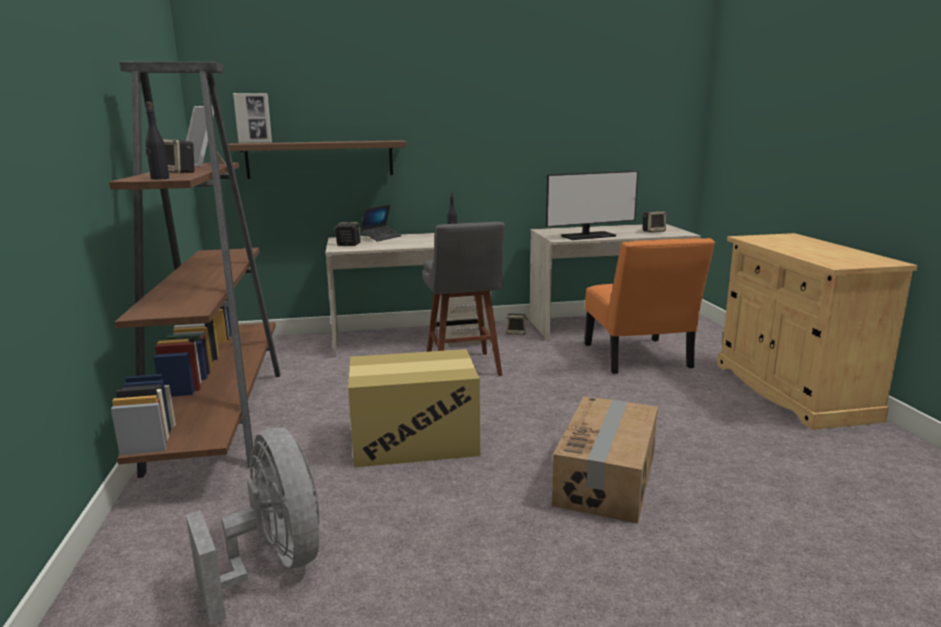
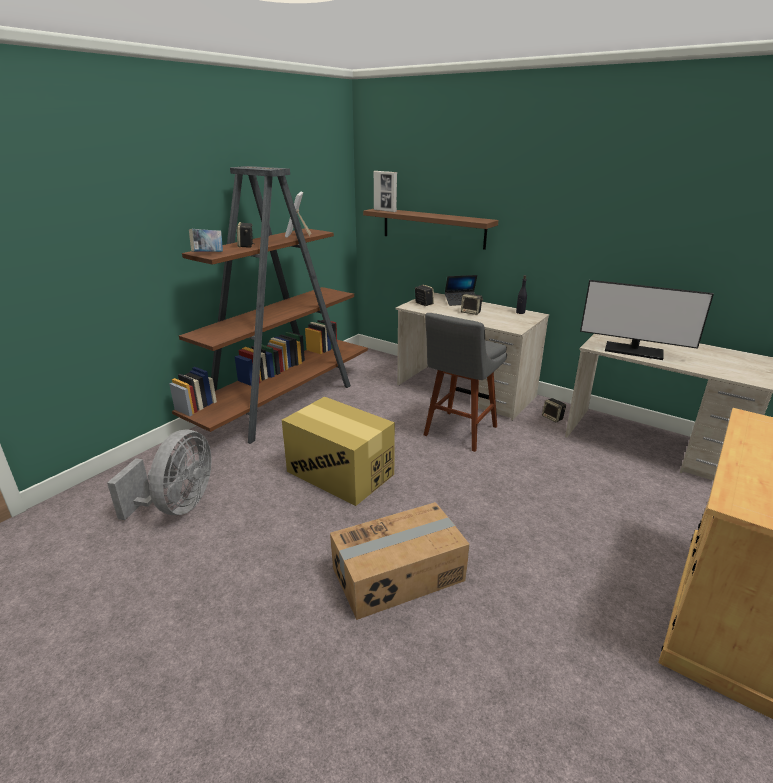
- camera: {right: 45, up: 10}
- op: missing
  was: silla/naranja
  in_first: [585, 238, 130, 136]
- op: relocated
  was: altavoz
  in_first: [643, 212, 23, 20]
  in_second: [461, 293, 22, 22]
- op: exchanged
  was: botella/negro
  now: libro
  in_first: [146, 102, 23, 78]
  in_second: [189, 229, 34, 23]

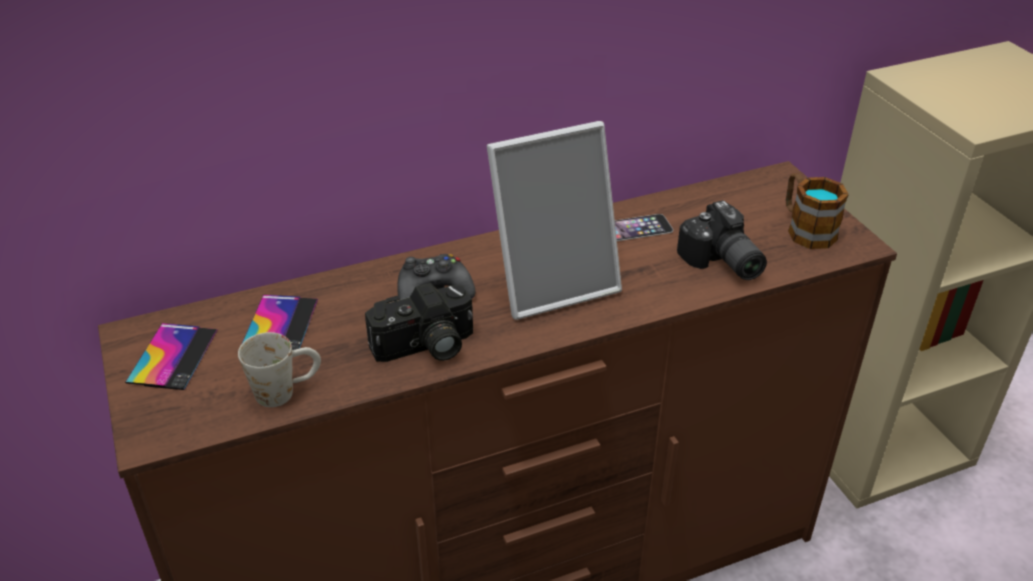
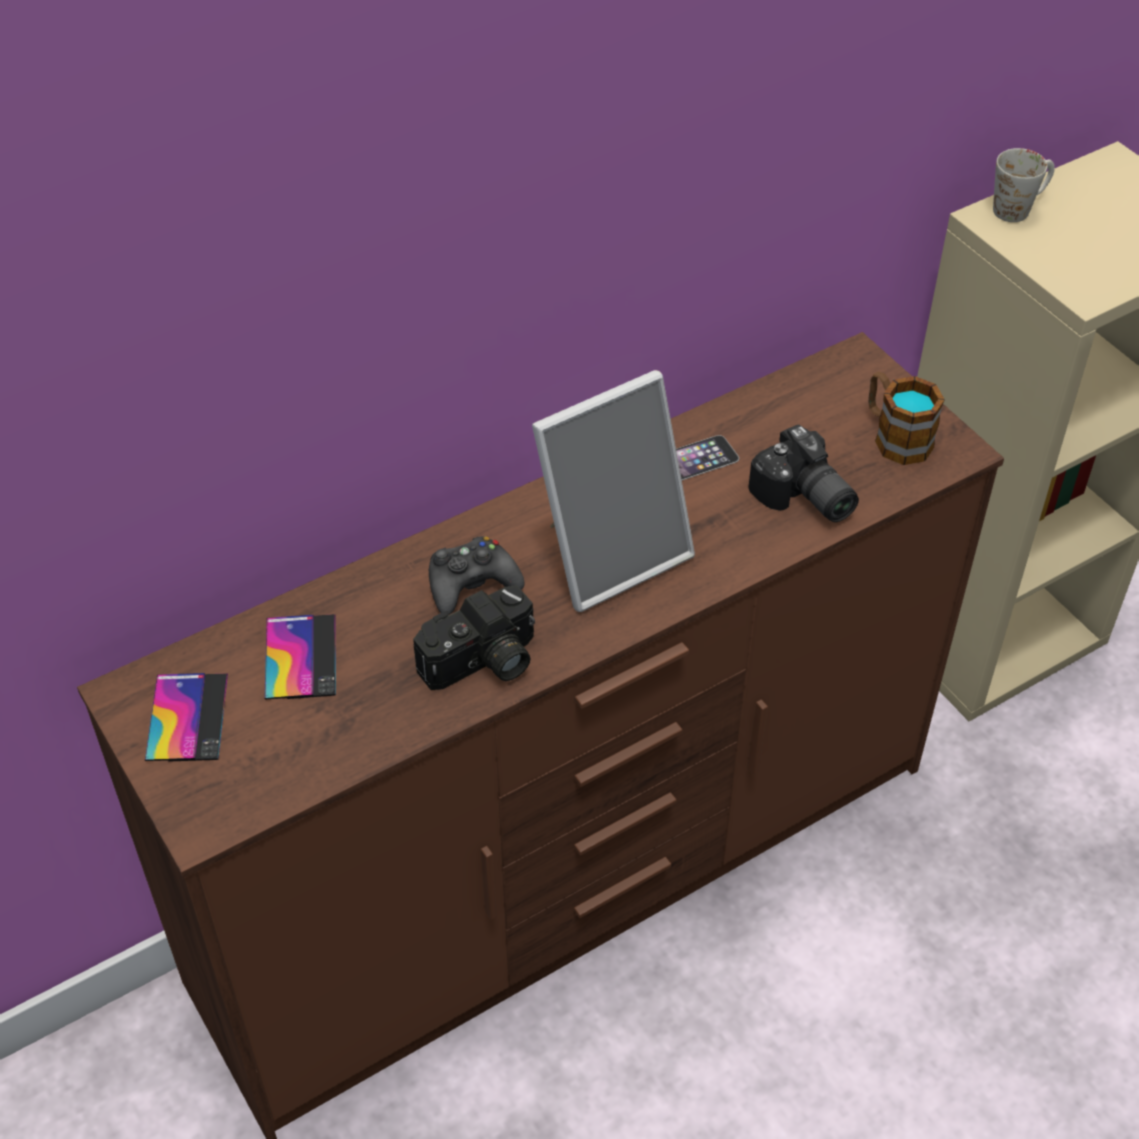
- camera: {right: -10, up: 10}
- op: relocated
  was: taza grande/blanco
  in_first: [238, 332, 83, 75]
  in_second: [993, 148, 62, 74]

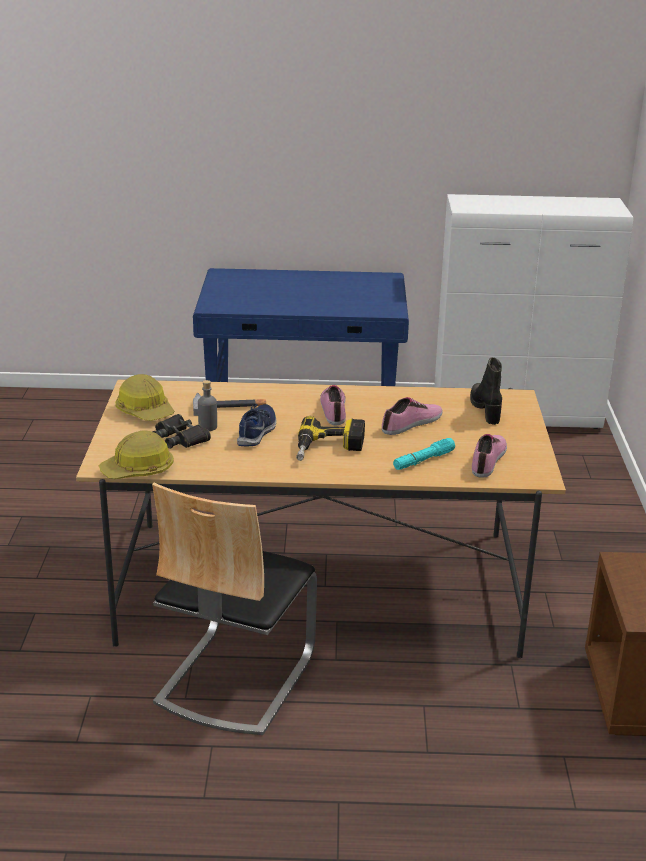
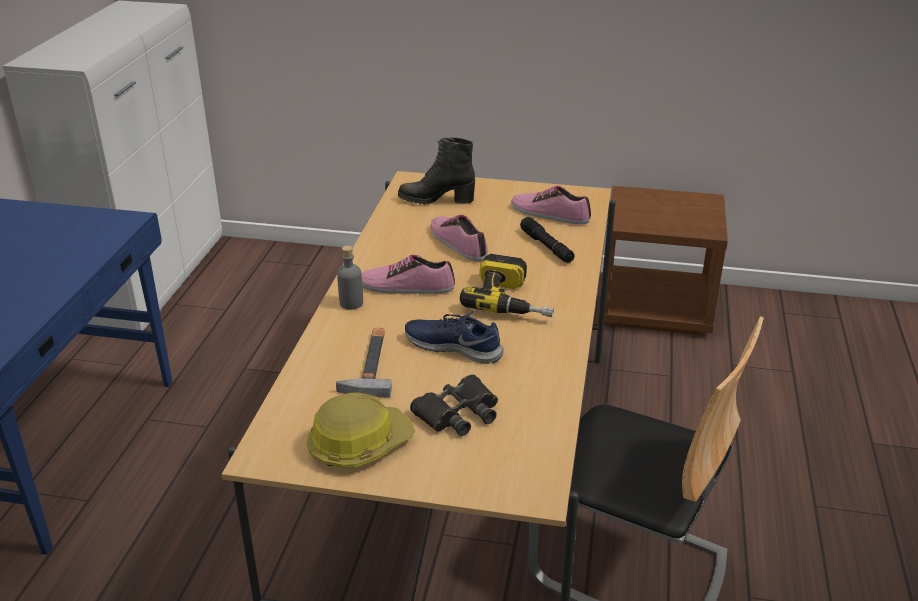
- camera: {right: -80, up: 5}
- op: missing
  was: casco
  in_first: [99, 430, 75, 49]
- op: relocated
  was: botella/gris
  in_first: [198, 380, 19, 51]
  in_second: [337, 246, 26, 64]
- op: colour
  was: linterna/turquesa
  now: linterna/negro
  in_first: [393, 438, 62, 32]
  in_second: [520, 217, 55, 46]

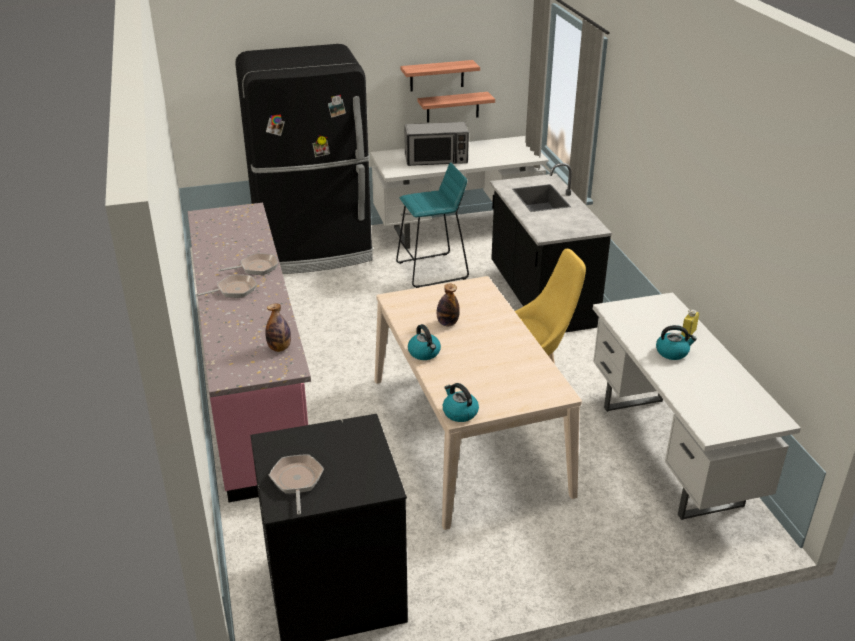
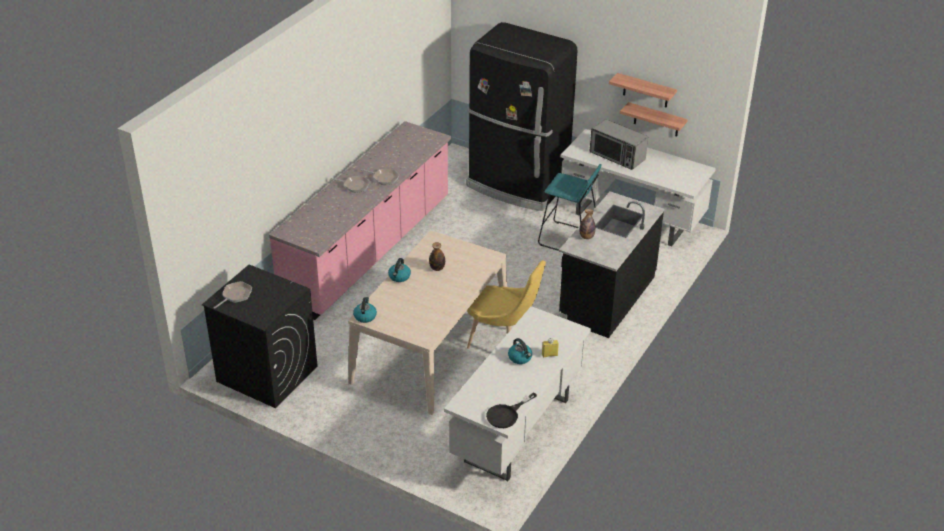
- camera: {right: 45, up: 5}
- op: appeared
  now: sartén/negro
  in_second: [486, 392, 51, 36]
- op: relocated
  was: botella
  in_first: [265, 304, 26, 48]
  in_second: [579, 209, 17, 30]

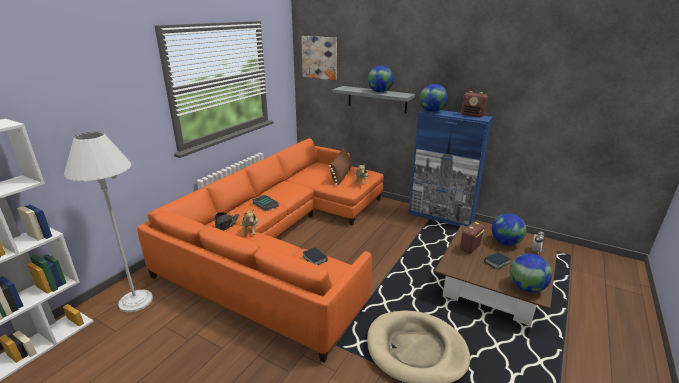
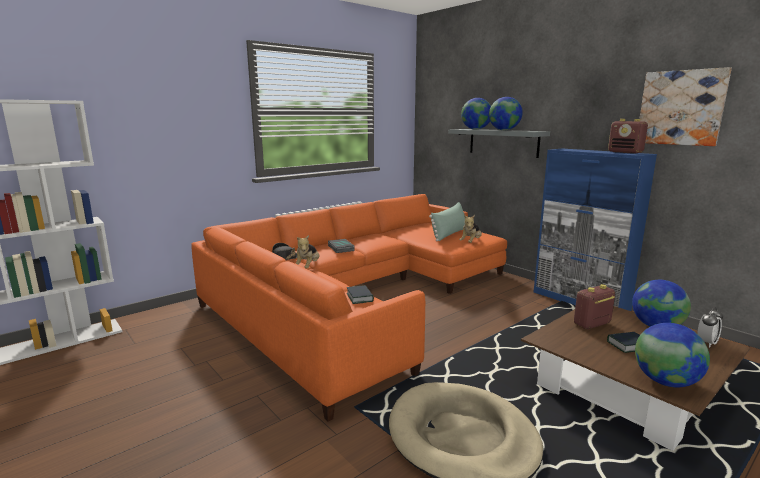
- camera: {right: 20, up: -10}
- op: missing
  was: lámpara de pie/blanco
  in_first: [64, 132, 89, 181]
- op: relocated
  was: cuadro
  in_first: [301, 36, 36, 45]
  in_second: [640, 67, 92, 79]
- op: relocated
  was: globo terráqueo
  in_first: [420, 84, 28, 28]
  in_second: [461, 98, 30, 32]
- op: colour
  was: cojín/marrón
  now: cojín/verde
  in_first: [329, 147, 23, 38]
  in_second: [429, 202, 36, 39]

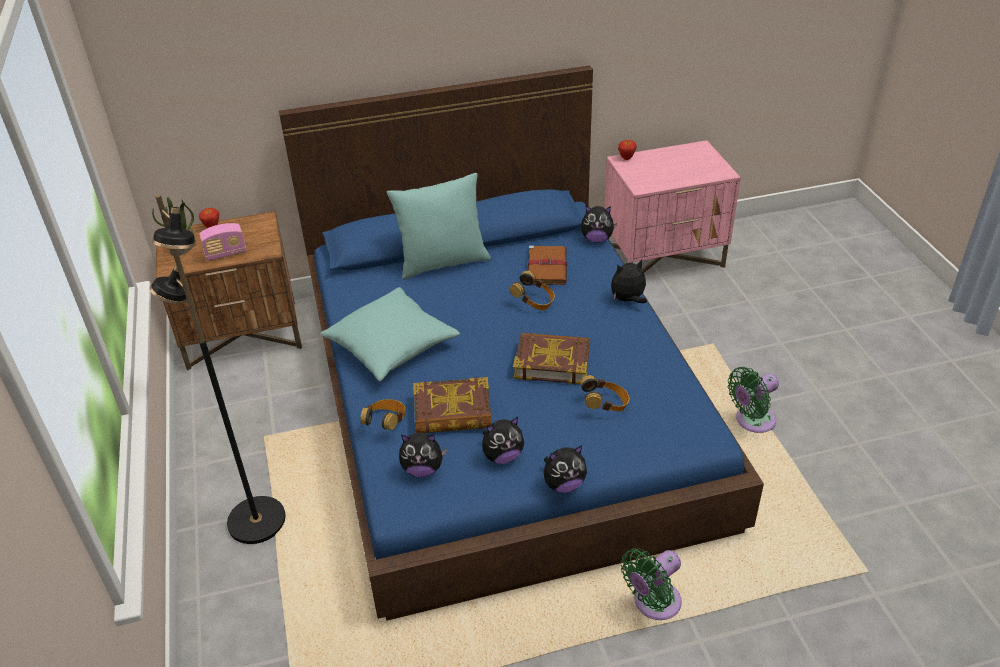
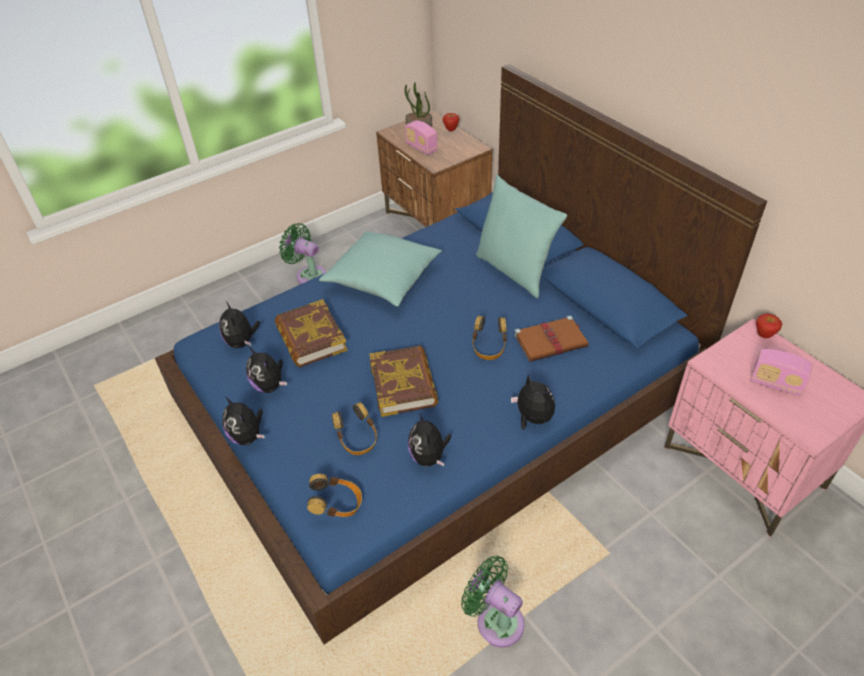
- camera: {right: 70, up: 5}
- op: missing
  was: lámpara de pie/negro
  in_first: [150, 194, 136, 350]
- op: appeared
  now: radio
  in_second: [750, 349, 63, 47]
- op: relocated
  was: auriculares
  in_first: [360, 399, 45, 31]
  in_second: [307, 474, 55, 43]
- op: relocated
  was: peluche
  in_first: [581, 206, 36, 37]
  in_second: [408, 413, 43, 53]
- op: relocated
  was: ventilador/verde
  in_first: [620, 548, 62, 72]
  in_second: [279, 223, 47, 61]

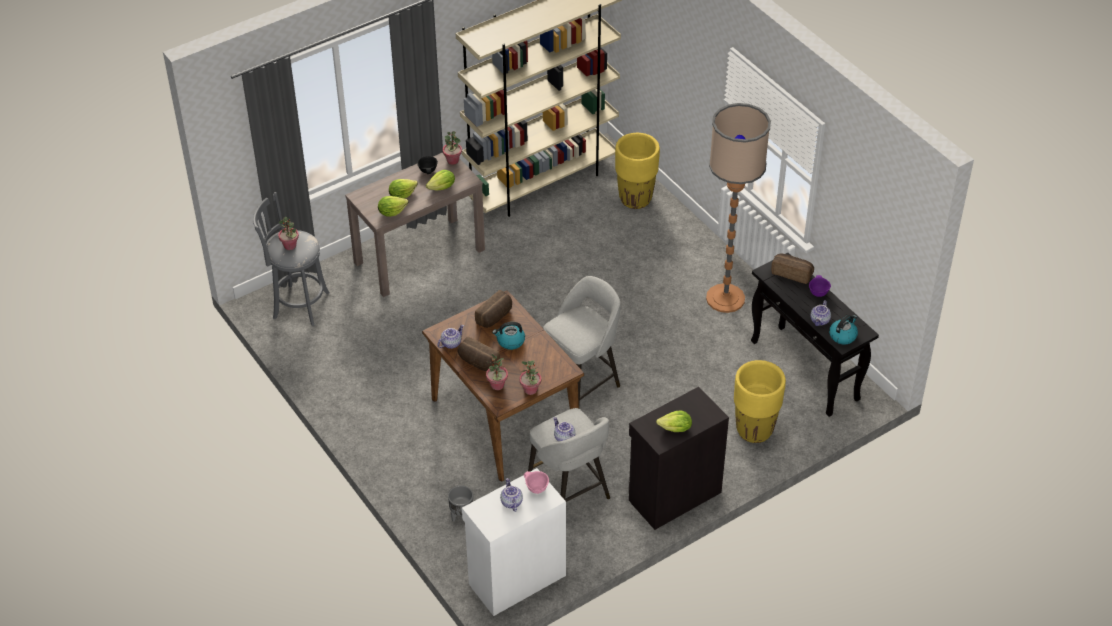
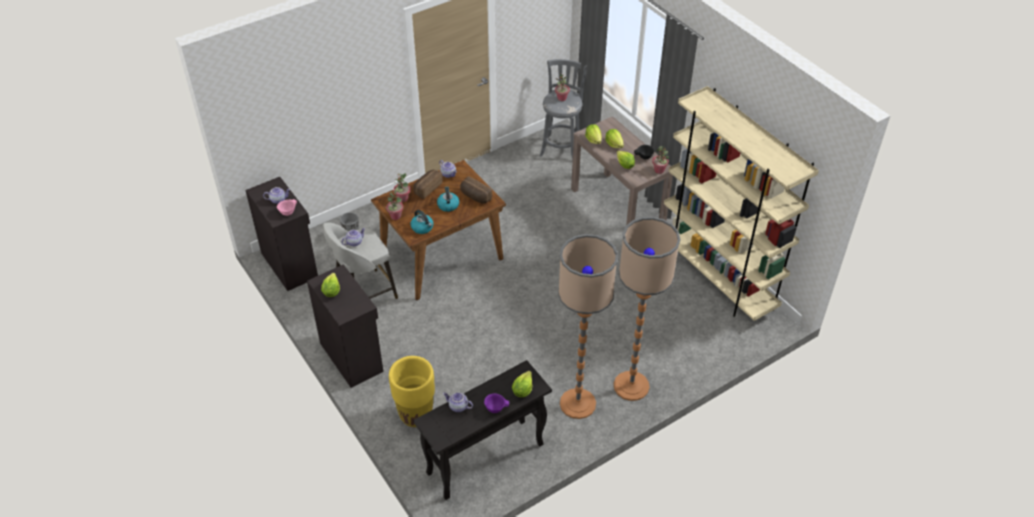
- camera: {right: 90, up: 0}
- op: missing
  was: taburete/gris
  in_first: [543, 276, 77, 128]
- op: missing
  was: maceta/amarillo
  in_first: [615, 133, 45, 76]
- op: appeared
  now: lámpara de pie
  in_second: [614, 217, 67, 184]
- op: relocated
  was: hervidor
  in_first: [829, 315, 29, 30]
  in_second: [410, 210, 23, 24]
- op: exchanged
  was: pan
  now: lechuga
  in_first: [771, 254, 43, 30]
  in_second: [512, 371, 20, 26]
- op: colour
  was: armario/blanco
  now: armario/negro
  in_first: [462, 468, 104, 148]
  in_second: [245, 177, 73, 114]

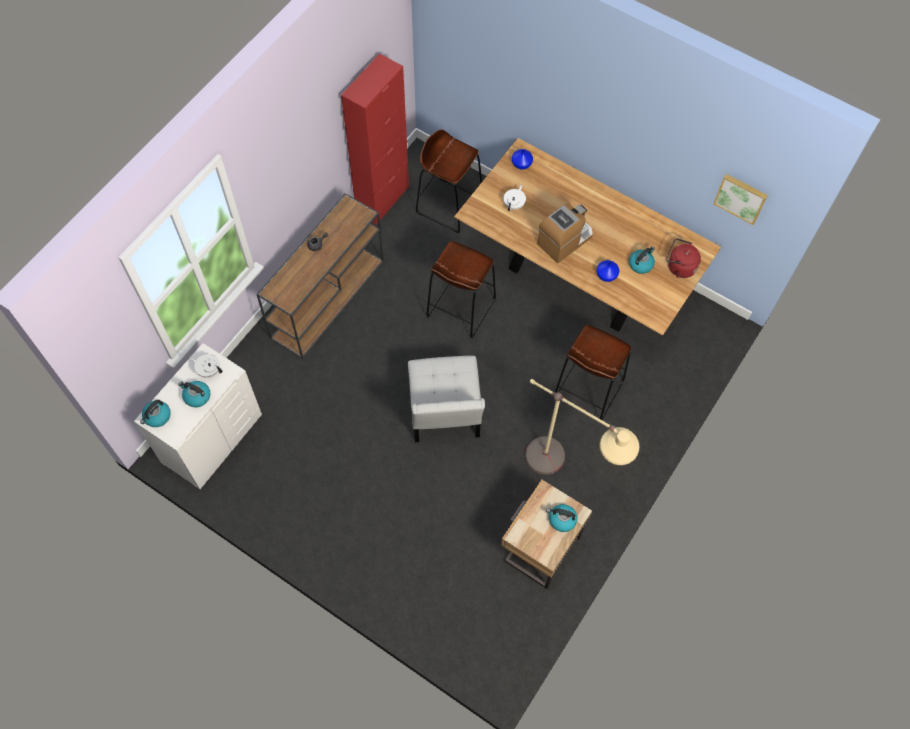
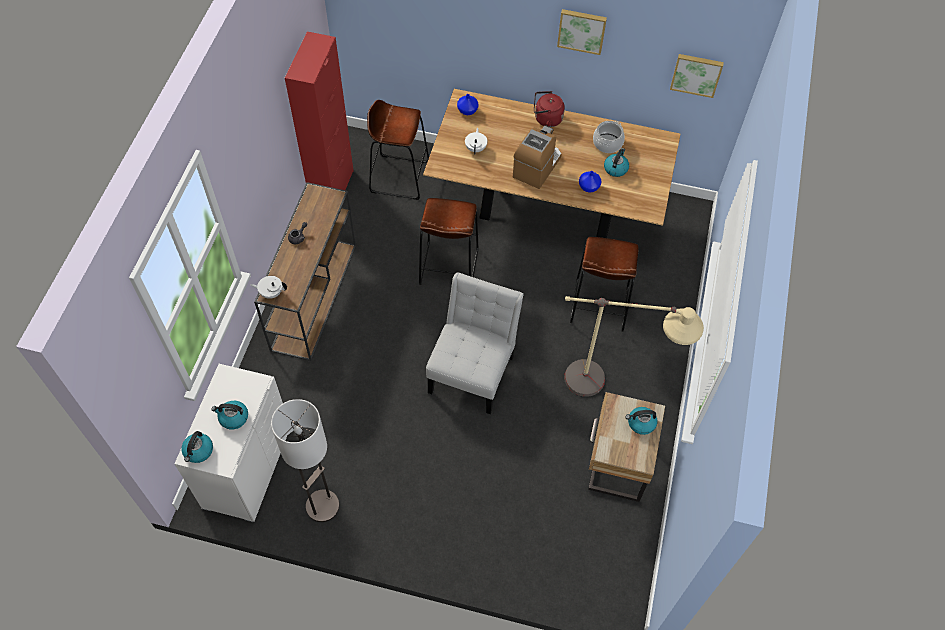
- camera: {right: -20, up: -5}
- op: appeared
  now: lámpara de pie
  in_second: [271, 399, 69, 123]
- op: appeared
  now: cuadro
  in_second: [557, 9, 50, 46]
- op: appeared
  now: olla
  in_second: [593, 121, 32, 32]
- op: relocated
  was: tetera/blanco
  in_first: [190, 354, 32, 24]
  in_second: [251, 276, 36, 23]
- op: relocated
  was: hervidor/rojo
  in_first: [666, 238, 35, 40]
  in_second: [534, 91, 31, 36]
- op: spun
  was: silla/blanco
  in_first: [408, 356, 77, 86]
  in_second: [426, 272, 98, 142]
  clockwise: -135

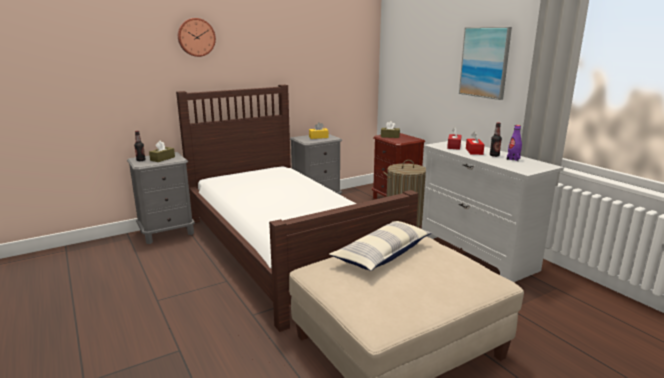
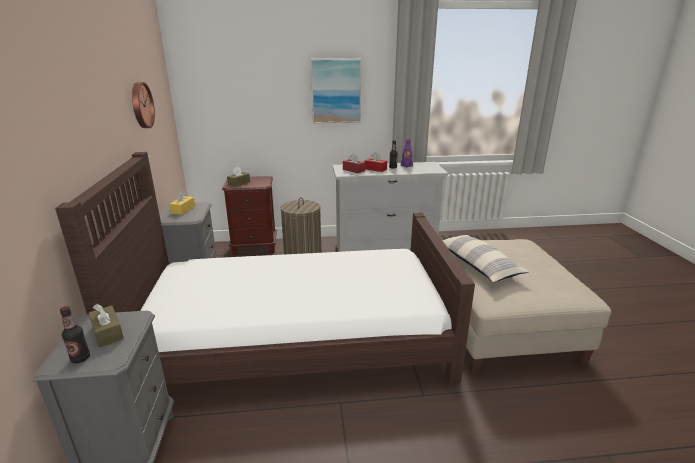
- camera: {right: -65, up: 5}
- op: relocated
  was: reloj de pared
  in_first: [178, 18, 38, 39]
  in_second: [132, 82, 23, 46]

